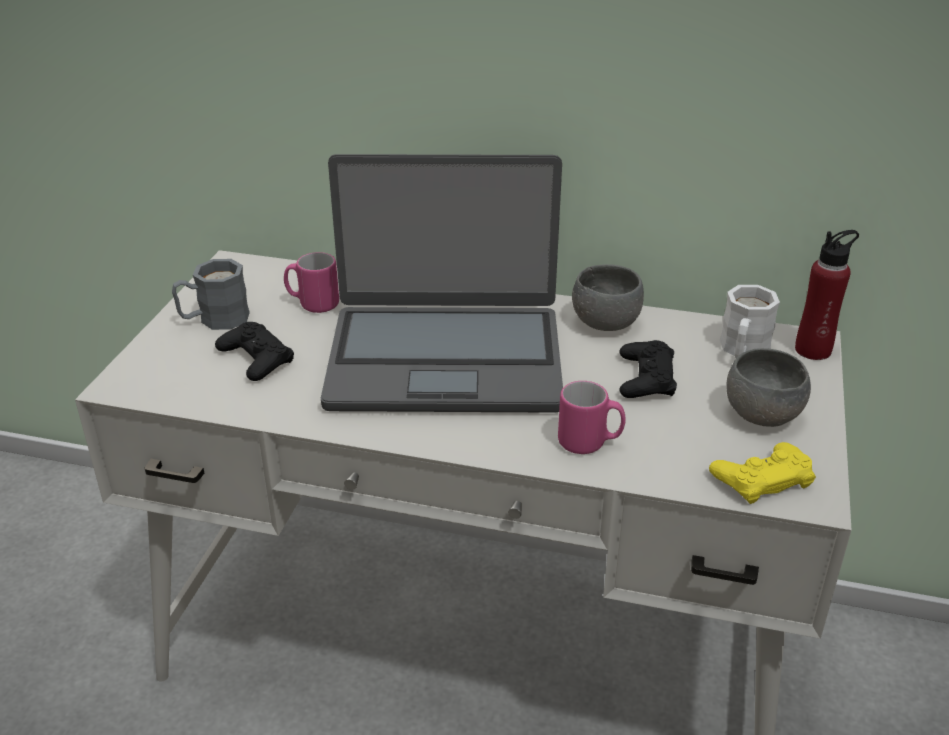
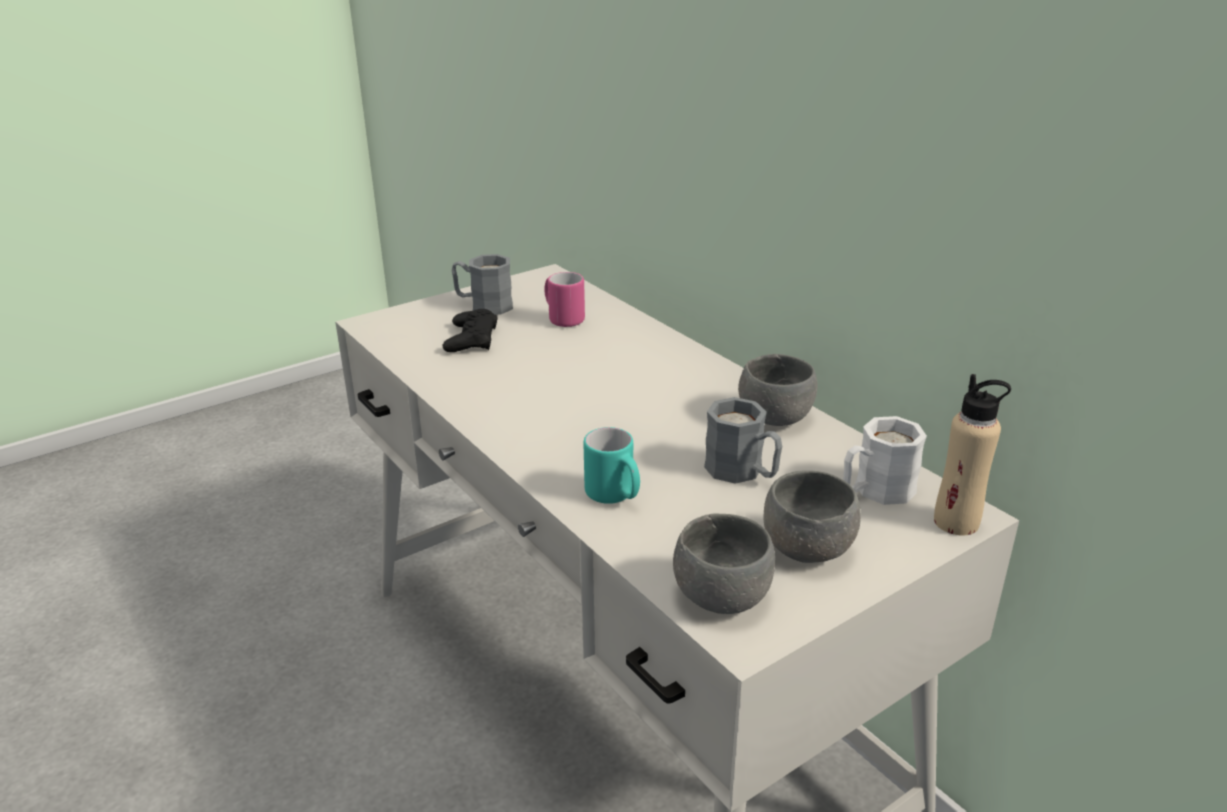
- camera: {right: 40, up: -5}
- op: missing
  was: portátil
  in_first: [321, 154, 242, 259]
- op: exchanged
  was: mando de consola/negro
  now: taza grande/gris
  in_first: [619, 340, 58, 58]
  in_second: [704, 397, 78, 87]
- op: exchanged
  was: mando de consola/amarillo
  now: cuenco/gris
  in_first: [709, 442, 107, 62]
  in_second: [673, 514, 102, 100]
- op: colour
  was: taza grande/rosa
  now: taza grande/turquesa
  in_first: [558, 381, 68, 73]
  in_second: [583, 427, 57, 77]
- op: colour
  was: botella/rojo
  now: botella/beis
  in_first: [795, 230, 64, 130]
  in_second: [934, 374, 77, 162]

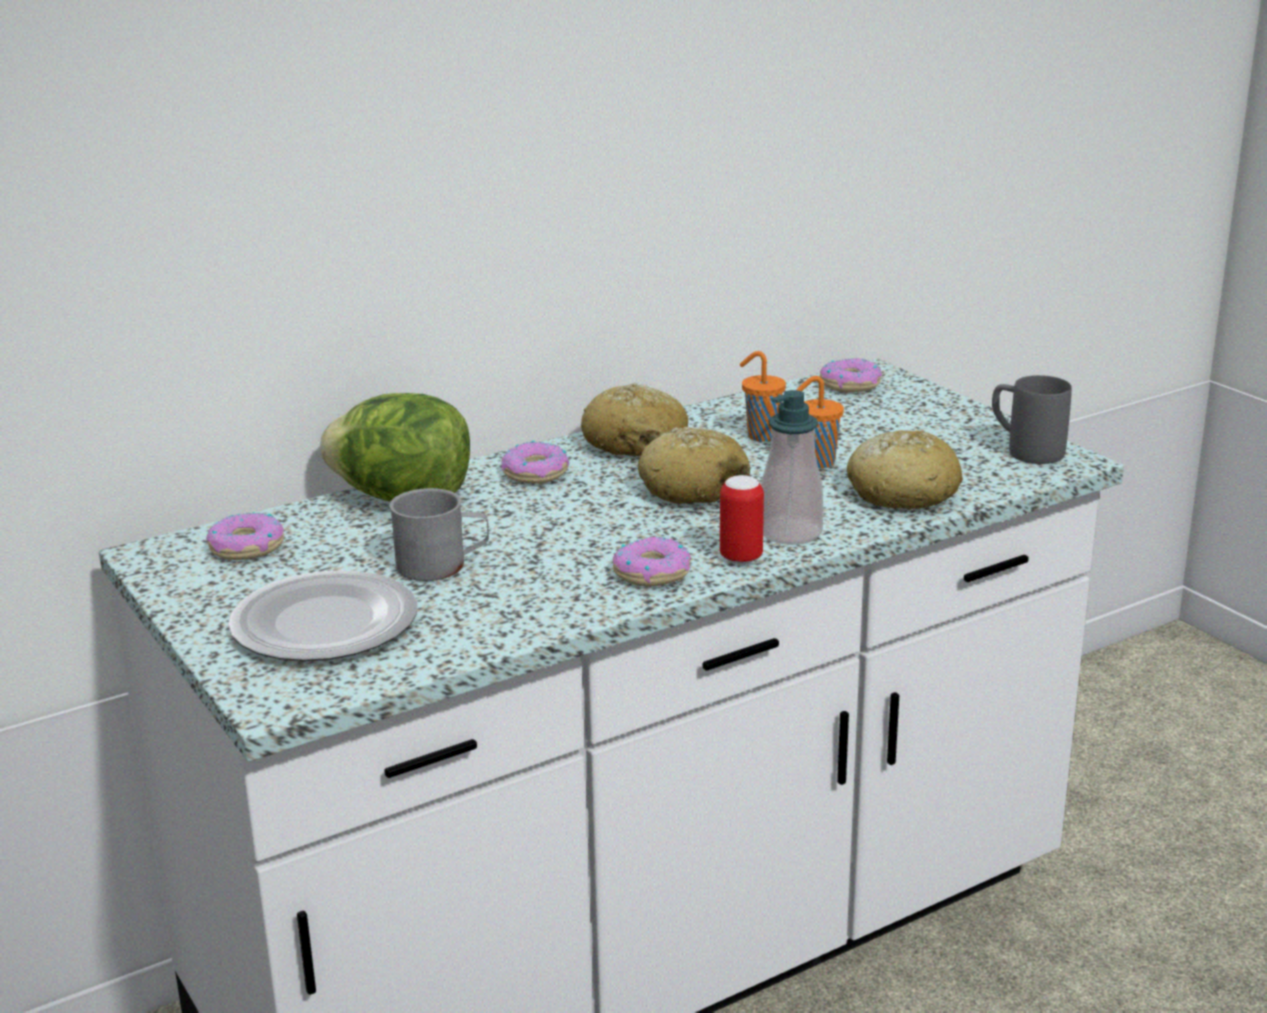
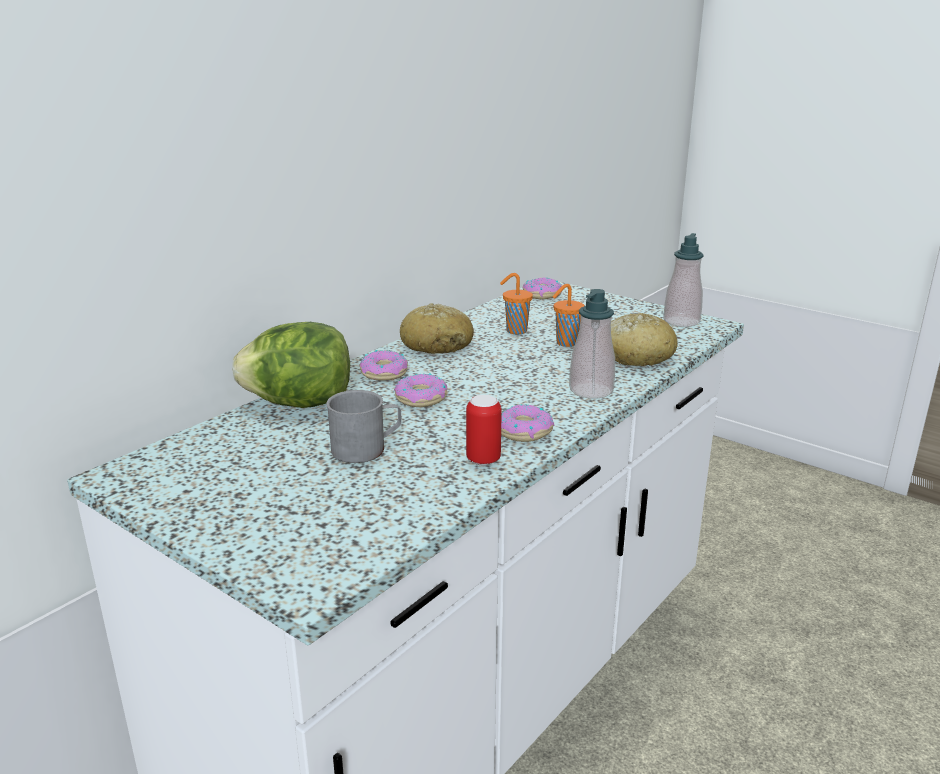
- camera: {right: -20, up: 0}
- op: missing
  was: plato
  in_first: [228, 570, 189, 91]
- op: missing
  was: pan
  in_first: [638, 427, 112, 76]
- op: relocated
  was: rosquilla
  in_first: [206, 512, 78, 48]
  in_second: [394, 373, 54, 34]
- op: relocated
  was: lata
  in_first: [720, 475, 44, 89]
  in_second: [466, 395, 36, 70]
- op: exchanged
  was: taza grande/gris
  now: dispensador de jabón
  in_first: [992, 375, 80, 89]
  in_second: [663, 233, 40, 94]

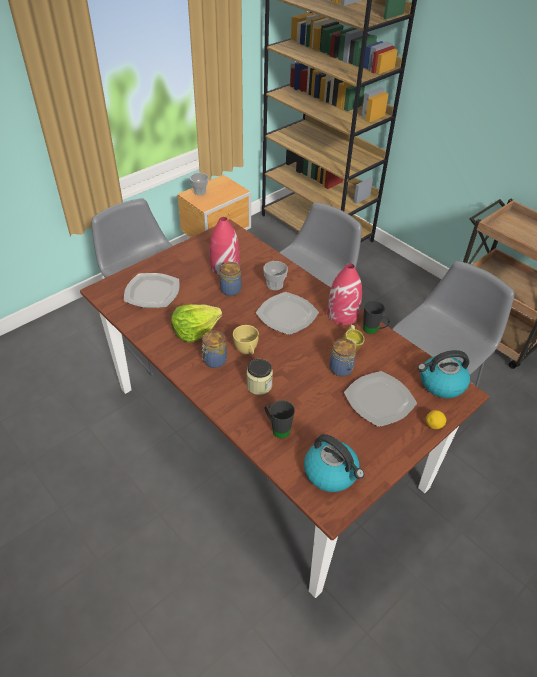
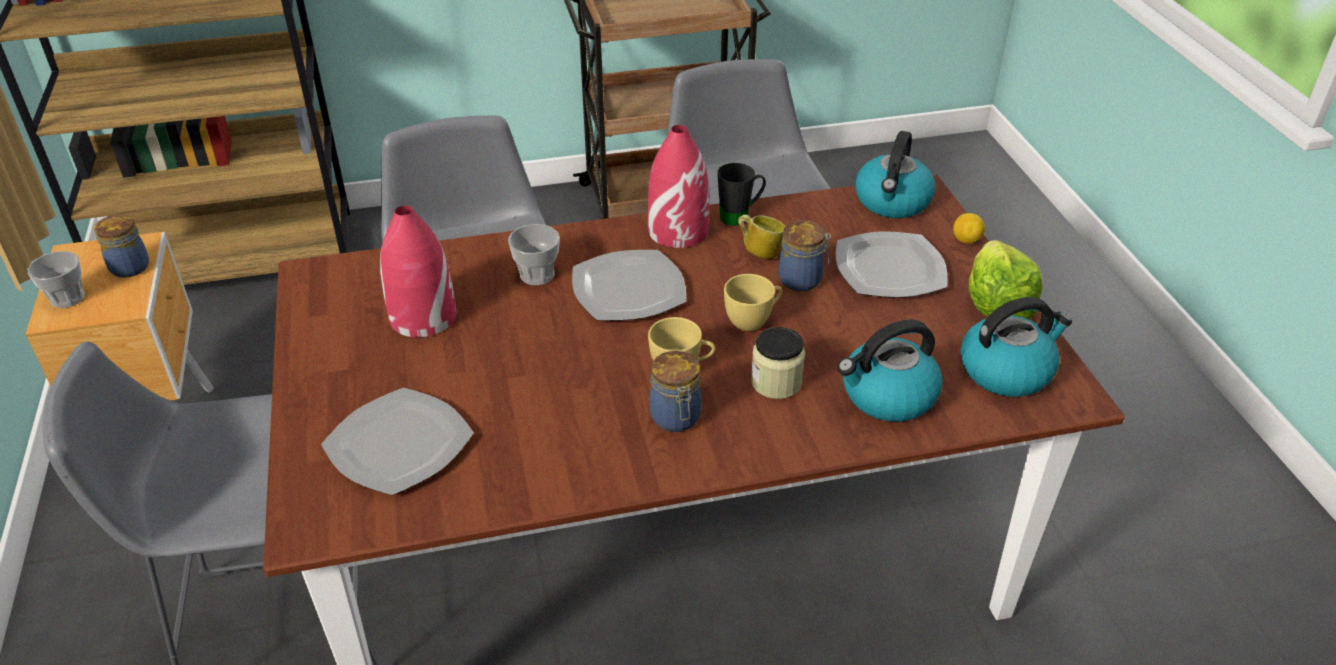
- camera: {right: -60, up: -5}
- op: appeared
  now: taza/amarillo
  in_second: [724, 274, 58, 57]
- op: relocated
  was: lechuga
  in_first: [171, 304, 51, 39]
  in_second: [969, 240, 74, 79]
- op: relocated
  was: tarro
  in_first: [220, 262, 22, 34]
  in_second: [94, 214, 55, 64]
- op: exchanged
  was: taza grande/negro
  now: hervidor
  in_first: [265, 400, 30, 39]
  in_second: [838, 319, 105, 103]

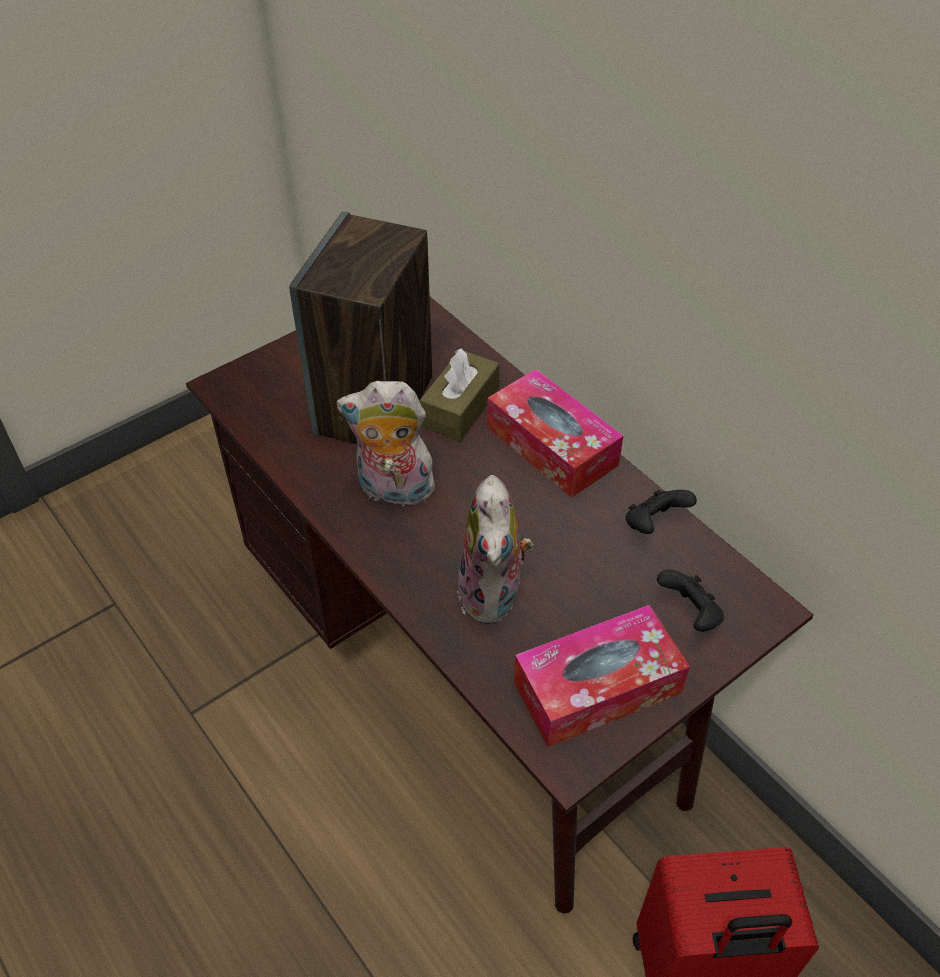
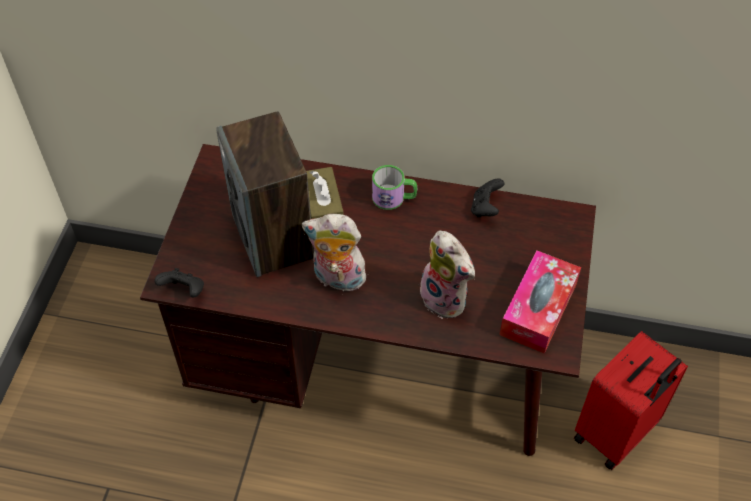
- camera: {right: -40, up: 5}
- op: relocated
  was: mando de consola/negro
  in_first: [657, 569, 67, 63]
  in_second: [154, 268, 50, 30]
- op: exchanged
  was: caja de pañuelos
  now: taza grande
  in_first: [487, 369, 136, 129]
  in_second: [372, 165, 45, 45]
- op: spun
  was: peluche
  in_first: [336, 381, 103, 130]
  in_second: [302, 214, 68, 78]
  clockwise: 45

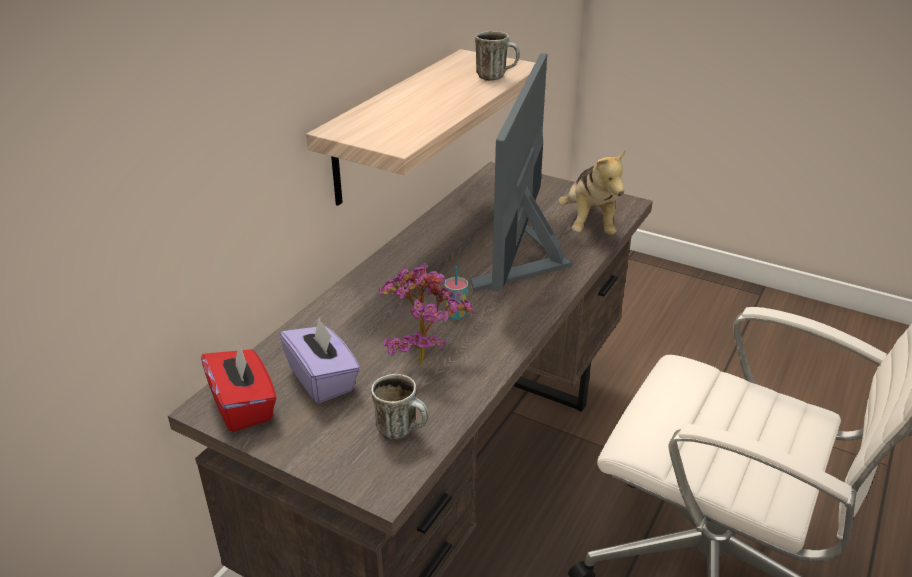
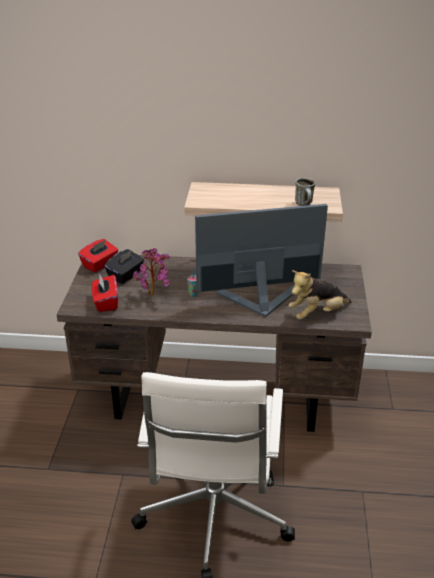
- camera: {right: 65, up: 0}
- op: exchanged
  was: taza grande
  now: caja de pañuelos/rojo
  in_first: [371, 374, 58, 66]
  in_second: [92, 275, 26, 37]
- op: colour
  was: caja de pañuelos/morado
  now: caja de pañuelos/negro
  in_first: [280, 318, 80, 86]
  in_second: [104, 249, 40, 35]

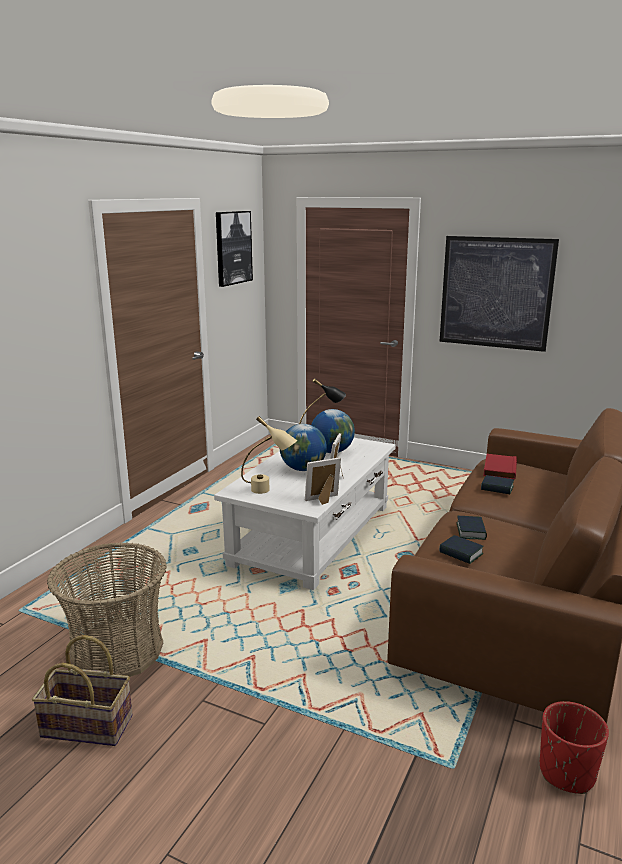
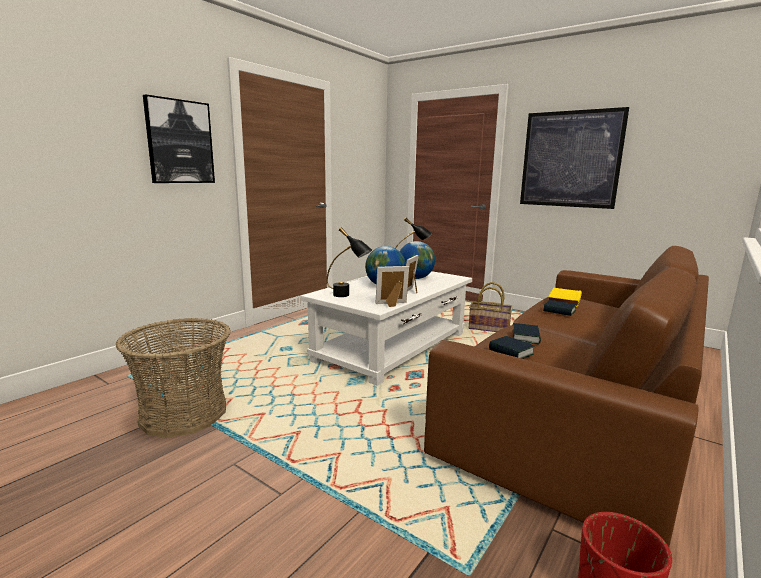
- camera: {right: 10, up: -5}
- op: relocated
  was: cesta
  in_first: [32, 635, 101, 111]
  in_second: [469, 282, 44, 50]
- op: relocated
  was: cuadro
  in_first: [216, 211, 37, 76]
  in_second: [143, 94, 72, 89]
- op: colour
  was: lámpara de mesa/beis
  now: lámpara de mesa/negro
  in_first: [241, 416, 56, 78]
  in_second: [326, 227, 46, 70]
- op: colour
  was: libro/rojo
  now: libro/amarillo
  in_first: [483, 454, 34, 26]
  in_second: [548, 288, 34, 19]

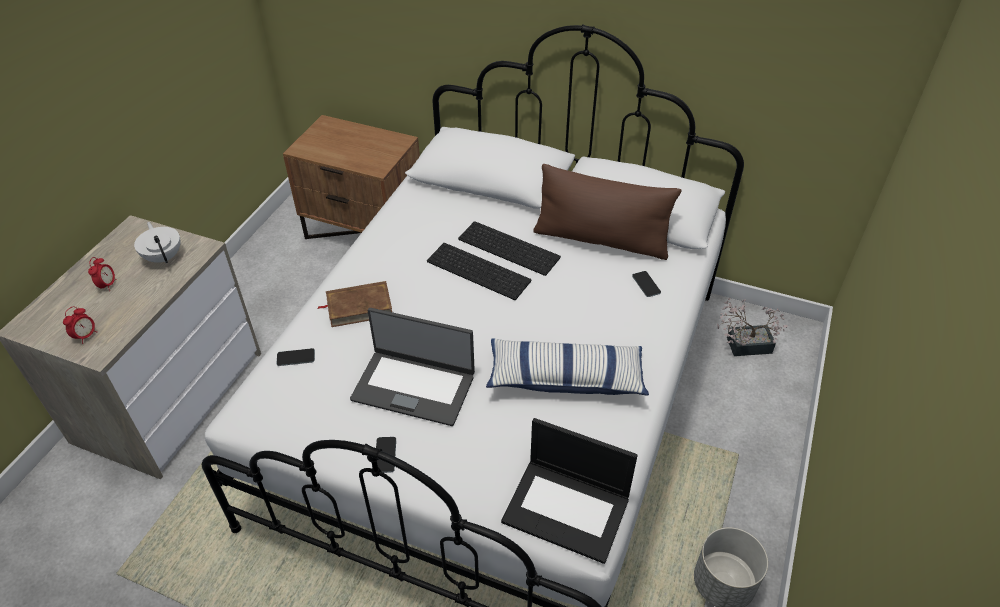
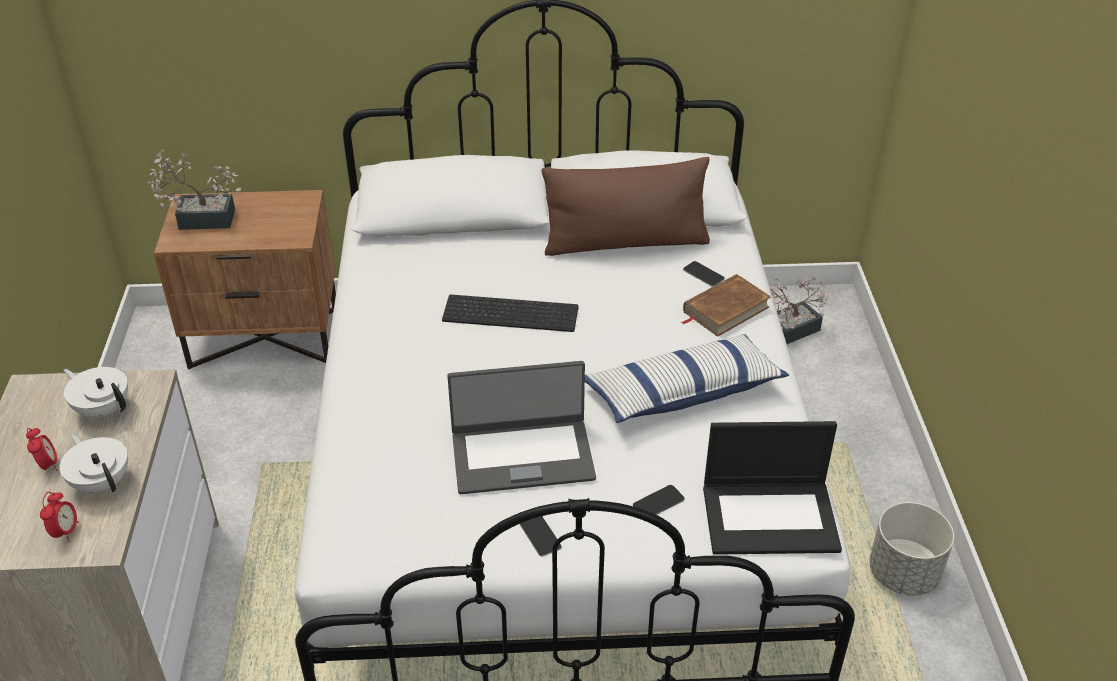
- camera: {right: -25, up: -5}
- op: missing
  was: teclado
  in_first: [458, 221, 103, 55]
- op: appeared
  now: tetera/blanco
  in_second: [60, 433, 68, 60]
- op: appeared
  now: planta en maceta
  in_second: [148, 149, 94, 81]
- op: relocated
  was: móvil
  in_first: [277, 348, 38, 18]
  in_second: [633, 485, 52, 30]
- op: relocated
  was: libro/marrón
  in_first: [317, 281, 75, 46]
  in_second: [681, 274, 90, 63]

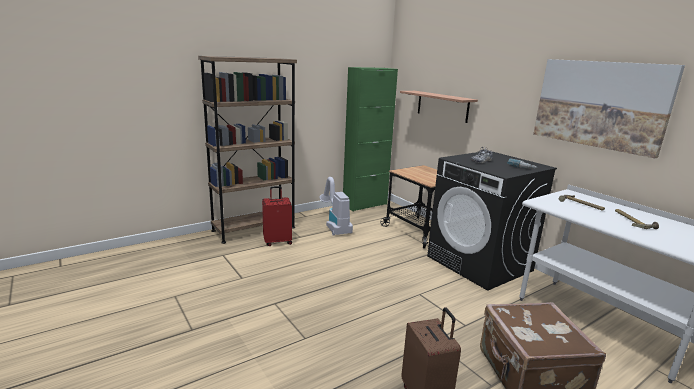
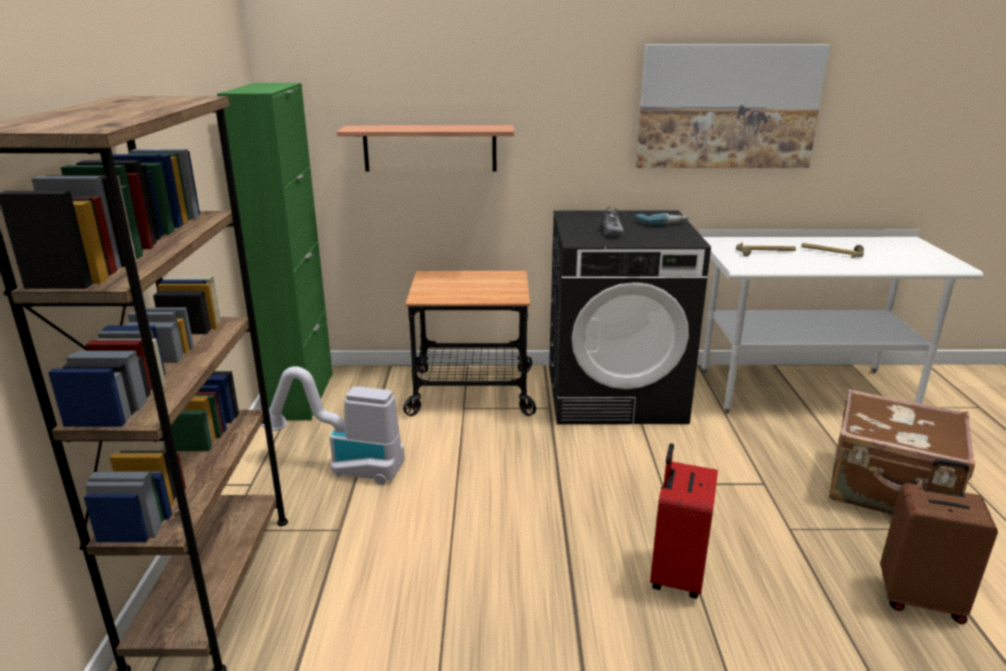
- camera: {right: -55, up: 5}
- op: relocated
  was: maleta/rojo
  in_first: [262, 186, 30, 60]
  in_second: [650, 443, 68, 156]

